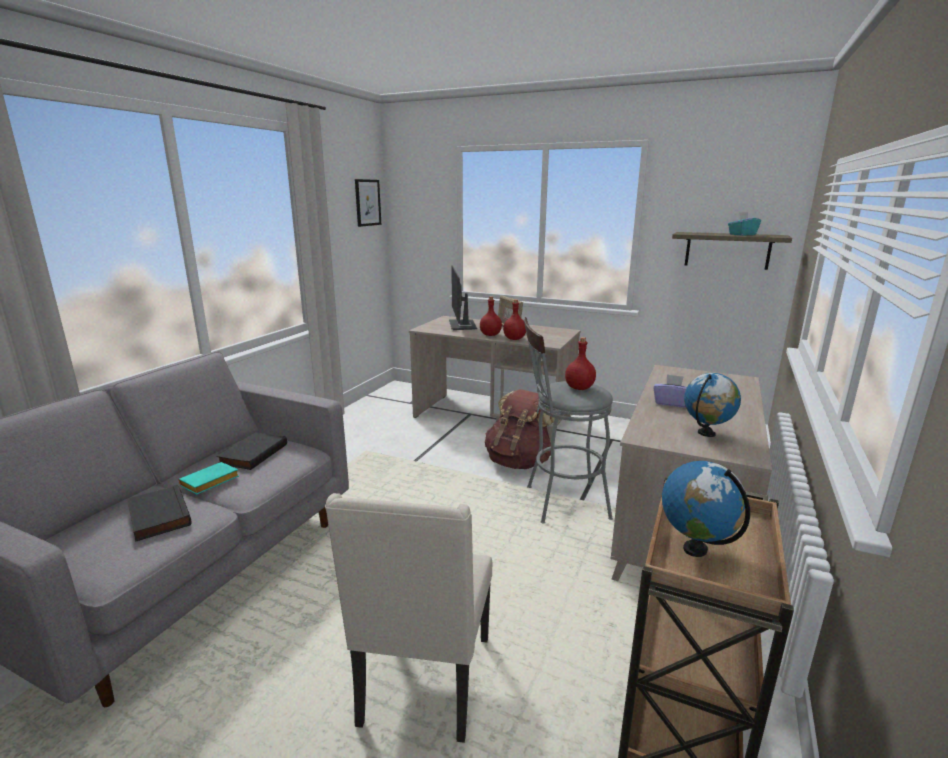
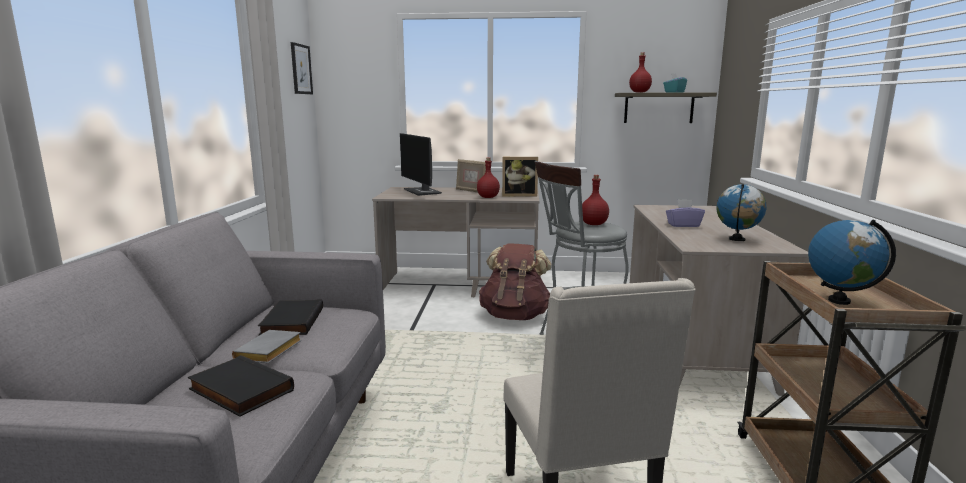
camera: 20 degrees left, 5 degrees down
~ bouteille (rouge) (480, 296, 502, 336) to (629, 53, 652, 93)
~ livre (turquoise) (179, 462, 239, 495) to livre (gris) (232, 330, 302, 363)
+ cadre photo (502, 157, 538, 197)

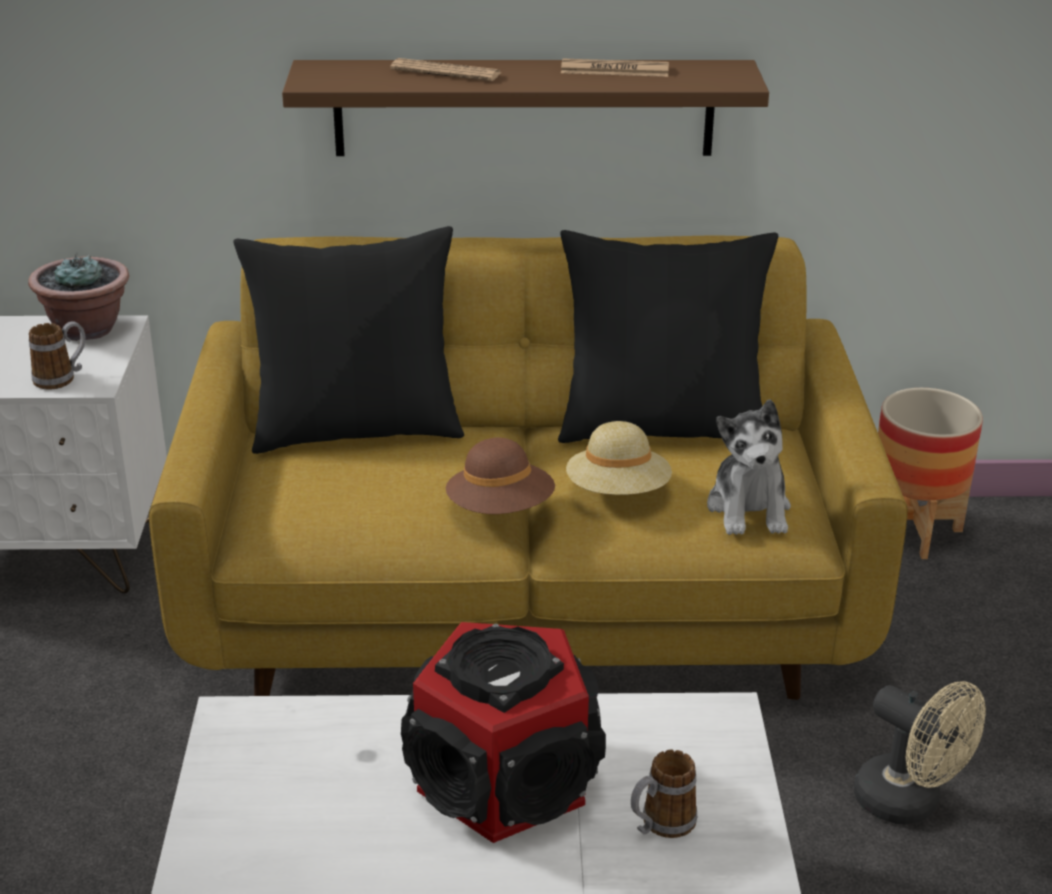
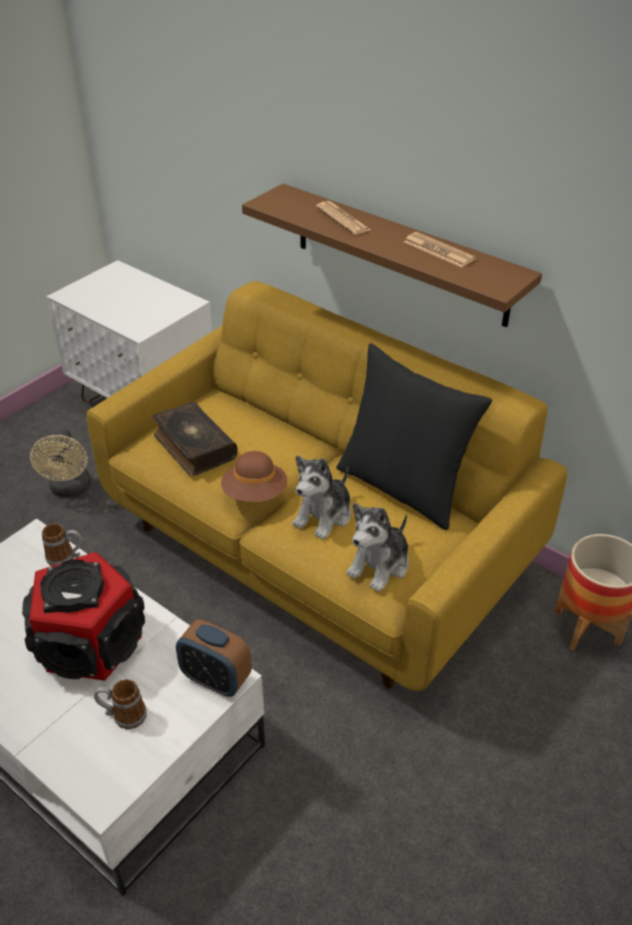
camera: 40 degrees right, 10 degrees up
- coussin (noir) (234, 226, 464, 454)
- plante en pot (28, 253, 129, 341)
~ mug (29, 321, 86, 390) to (42, 523, 82, 566)
~ chapeau (beige) (566, 421, 672, 495) to peluche (292, 456, 351, 540)
~ ventilateur (beige) (854, 681, 986, 824) to (30, 429, 91, 497)
+ livre (153, 402, 238, 477)
+ réveil (176, 619, 252, 697)

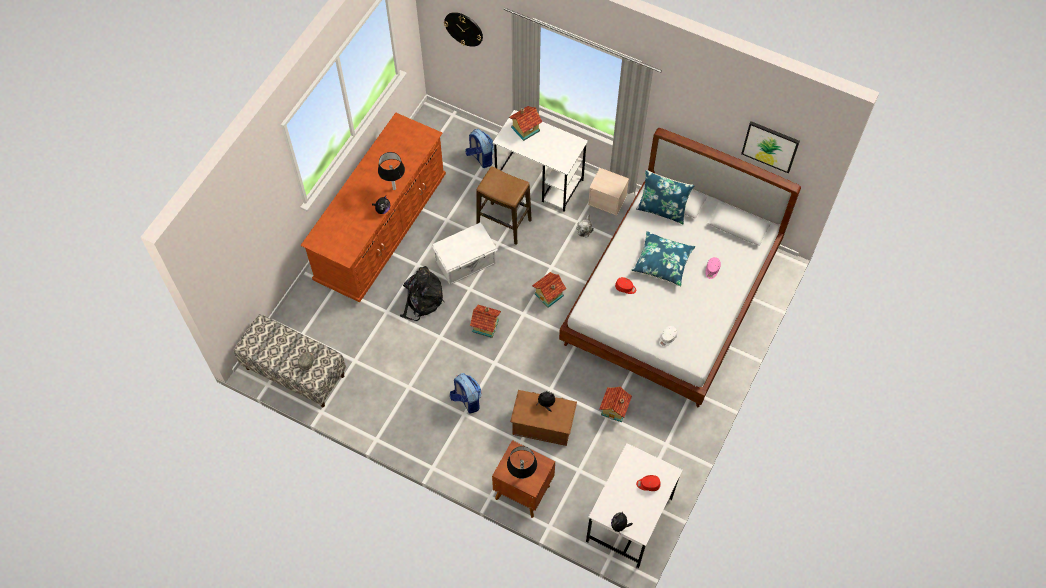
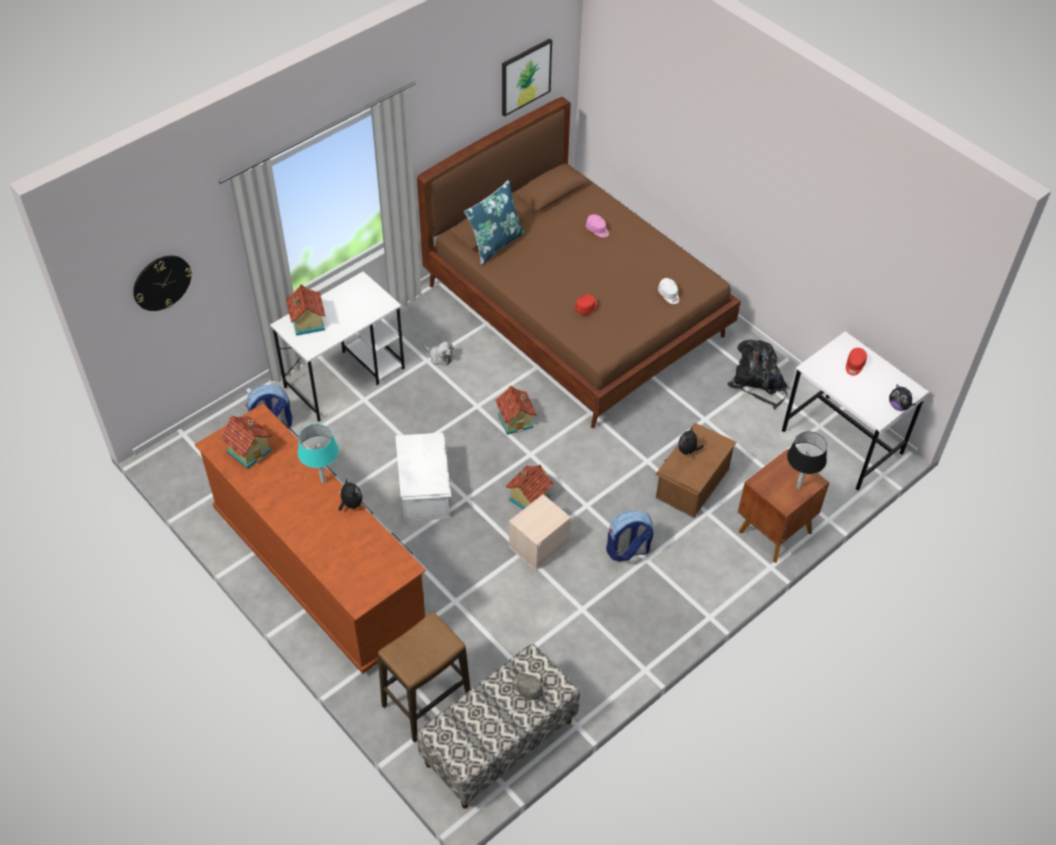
camera: 70 degrees left, 10 degrees down
~ lit (blanc) (559, 128, 801, 407) to lit (marron) (417, 97, 741, 428)
~ lampe de table (noir) (378, 152, 405, 190) to lampe de table (turquoise) (298, 424, 339, 483)
~ tabouret (476, 166, 532, 245) to (378, 612, 471, 743)
~ boîte de rangement (beige) (588, 168, 629, 216) to (509, 494, 571, 571)
- coussin (bleu) (631, 231, 695, 286)
~ sac à dos (noir) (400, 266, 444, 321) to (727, 340, 789, 409)
~ maison miniature (599, 386, 632, 422) to (219, 416, 272, 469)

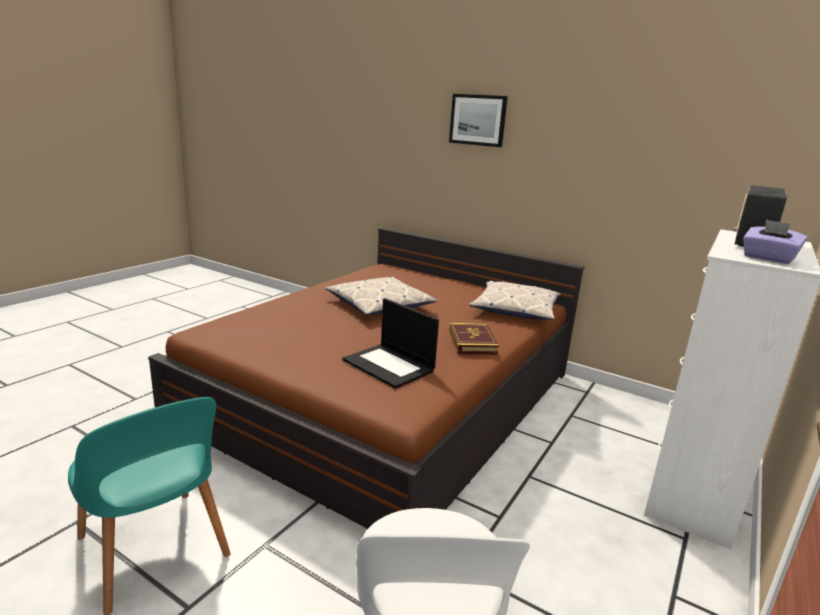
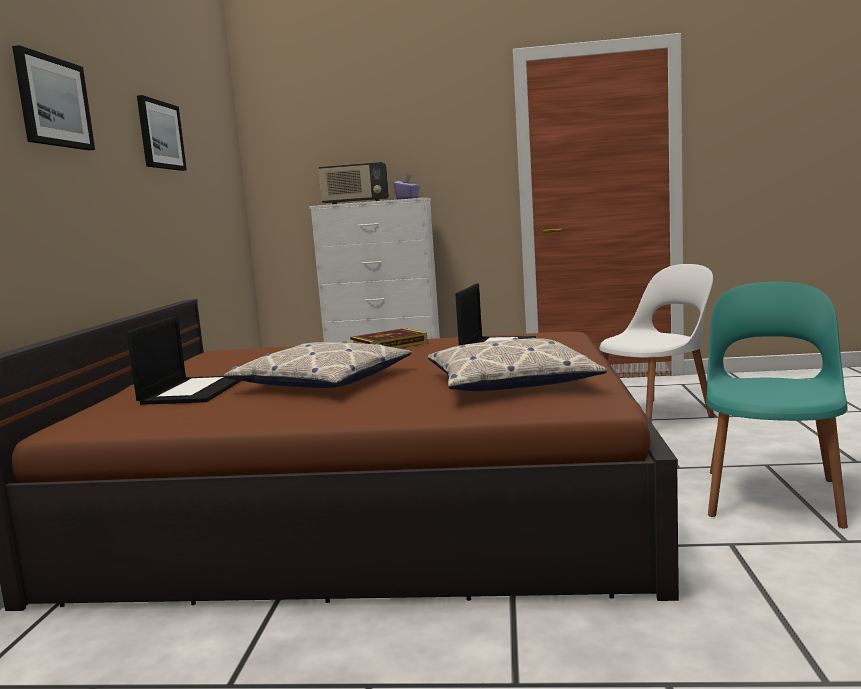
camera: 115 degrees left, 10 degrees down
~ coussin (469, 280, 561, 320) to (428, 337, 607, 391)
+ tableau (137, 95, 187, 171)
+ ordinateur portable (126, 316, 241, 405)

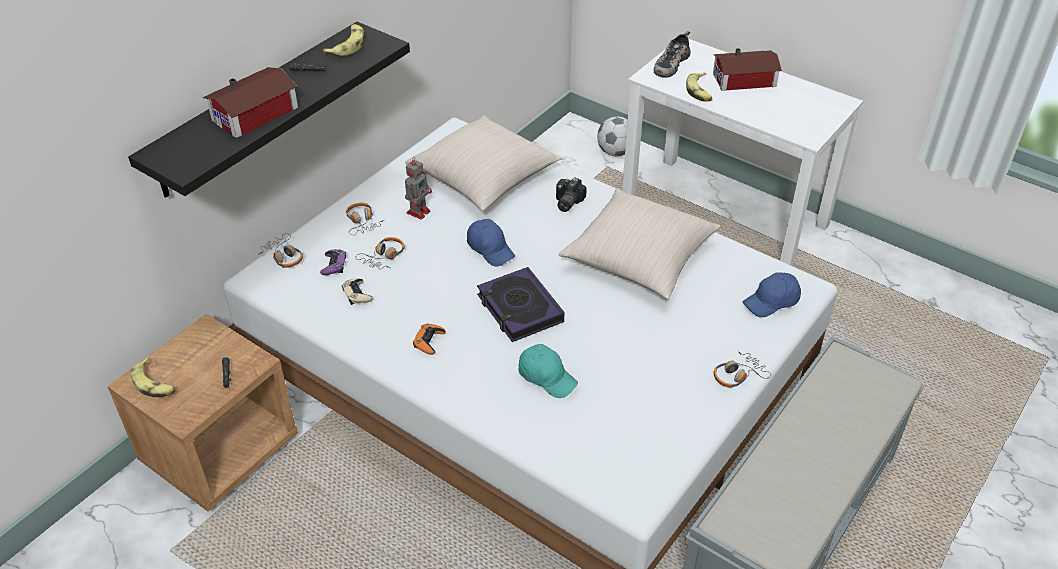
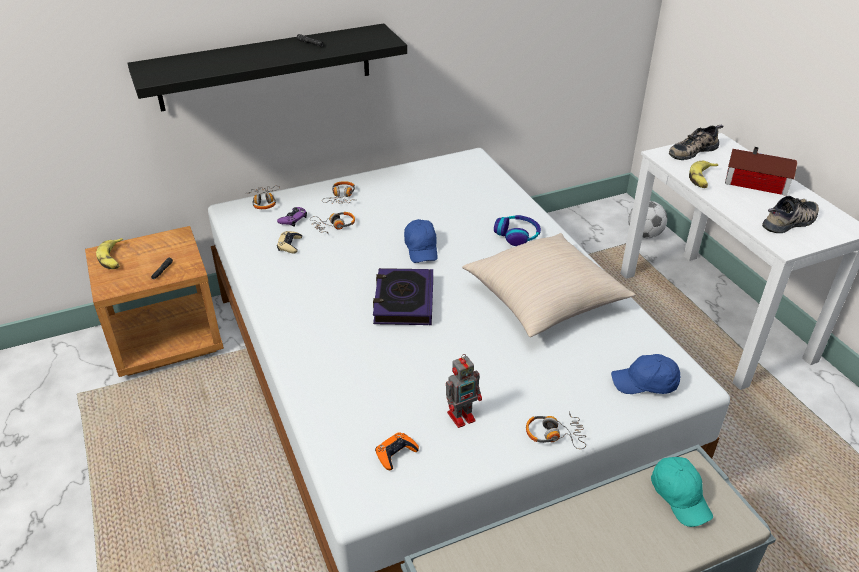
camera: 30 degrees right, 5 degrees down
- banane (323, 24, 364, 56)
- maison miniature (203, 67, 298, 138)
- coussin (beige) (405, 115, 562, 211)
~ robot jouet (405, 157, 432, 220) to (446, 354, 482, 428)
~ appareil photo (556, 177, 587, 212) to casque audio (494, 215, 541, 246)
~ manette (orange) (413, 323, 446, 355) to (375, 433, 419, 470)
~ casquette (turquoise) (518, 344, 578, 398) to (651, 457, 713, 527)
+ chaussure (762, 196, 819, 233)

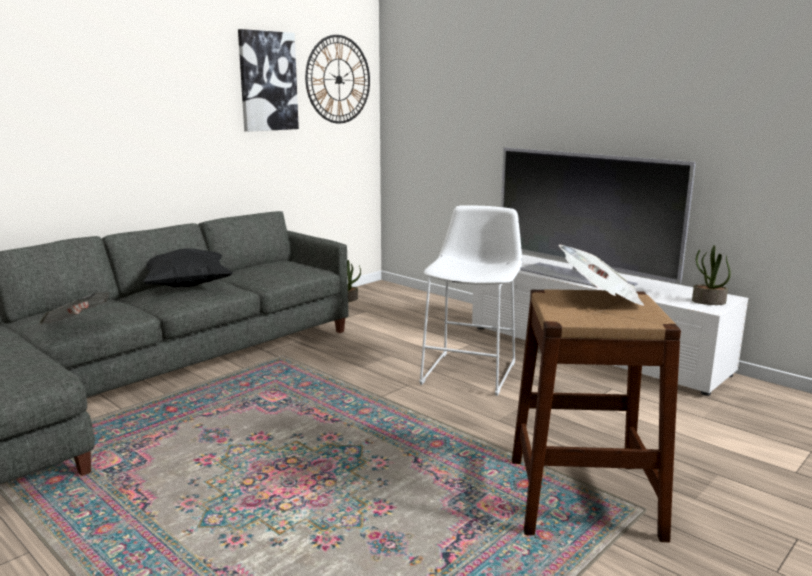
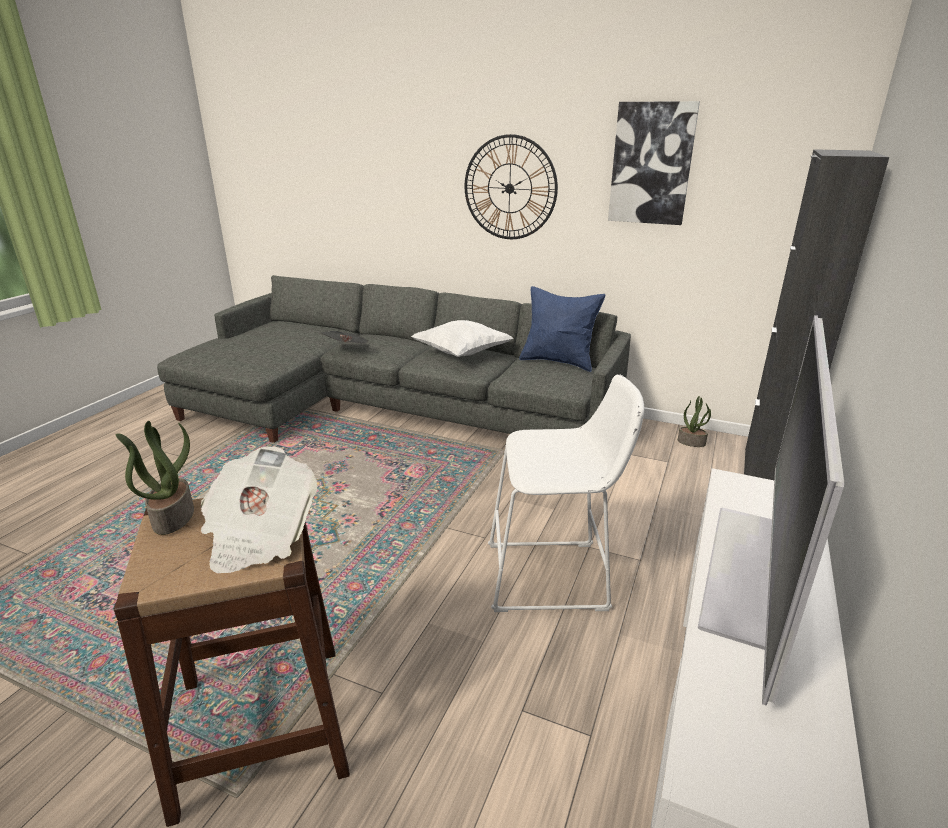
camera: 70 degrees right, 10 degrees up
~ horloge murale (305, 35, 370, 124) to (464, 134, 558, 239)
~ plante en pot (692, 245, 731, 305) to (116, 421, 194, 535)
~ coussin (noir) (143, 249, 232, 287) to coussin (blanc) (411, 320, 513, 357)
+ meuble de rangement (noir) (744, 149, 889, 480)
+ coussin (bleu) (519, 286, 605, 372)

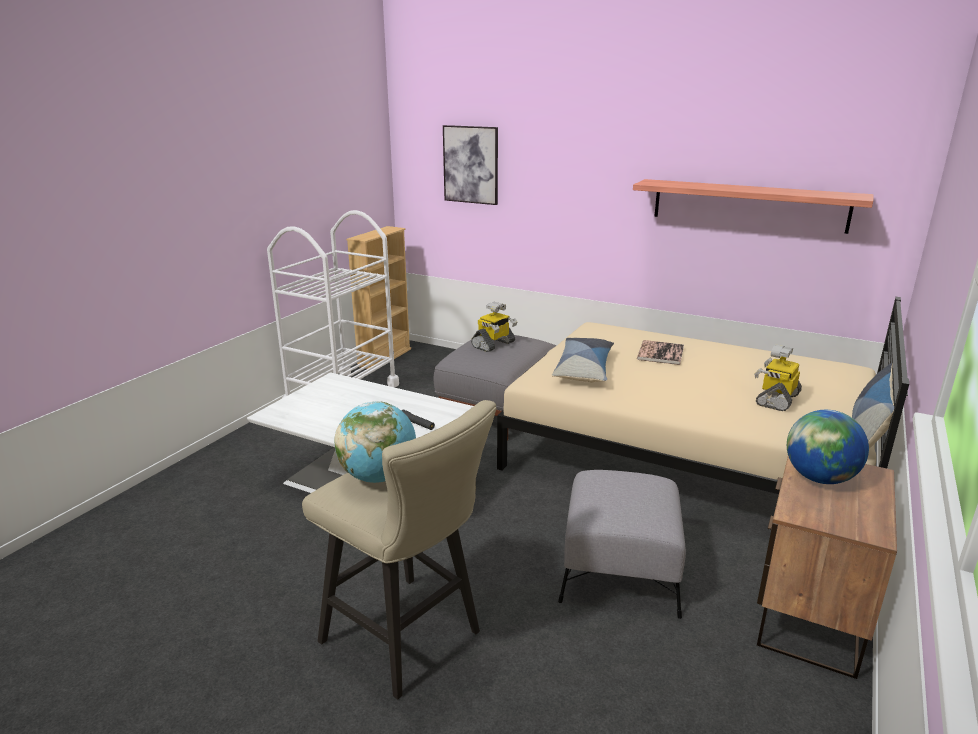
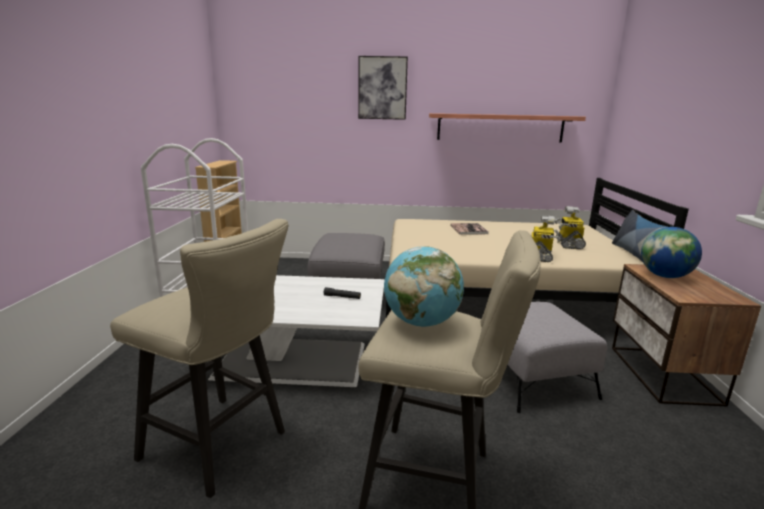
camera: 25 degrees left, 5 degrees down
~ tableau (443, 125, 498, 205) to (358, 56, 408, 120)
~ robot jouet (471, 302, 518, 352) to (532, 216, 560, 262)
- coussin (552, 338, 614, 383)
+ tabouret (beige) (110, 219, 289, 498)

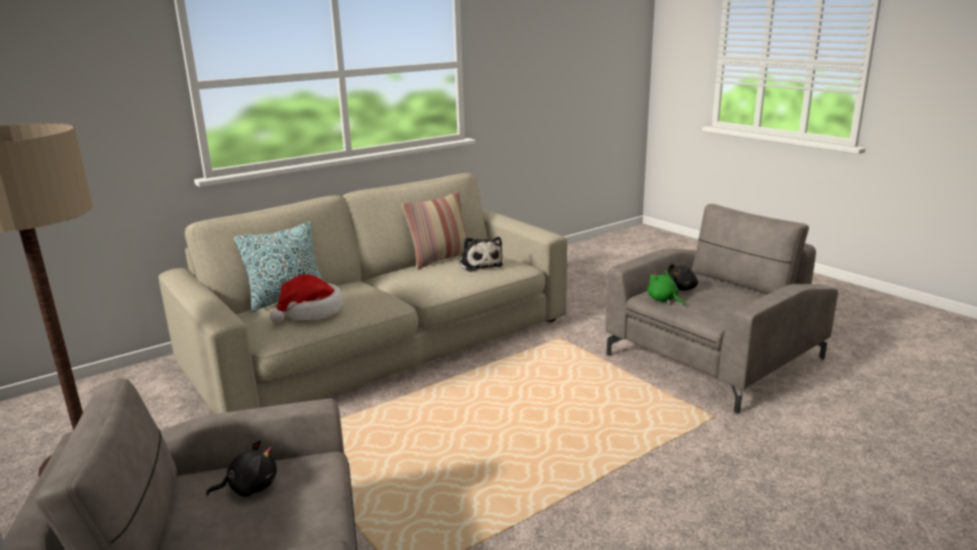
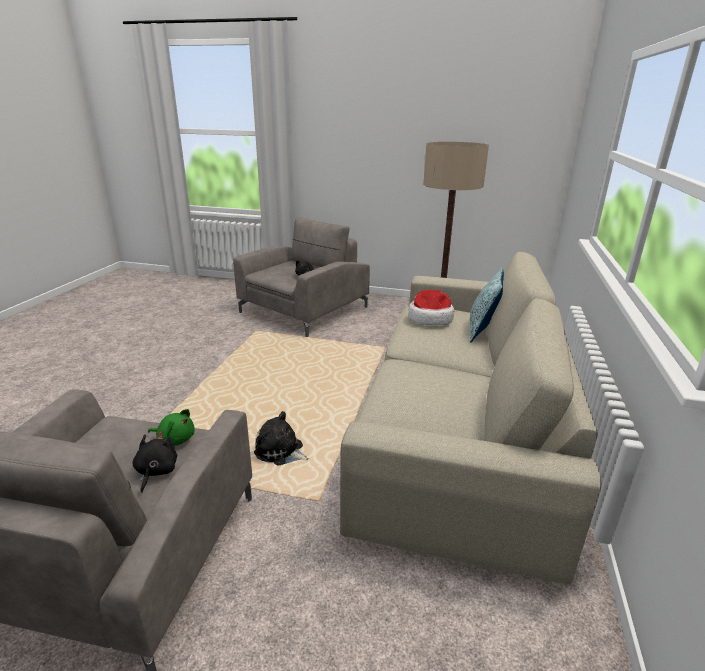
camera: 140 degrees right, 5 degrees up
- coussin (402, 192, 468, 269)
~ peluche (459, 237, 503, 272) to (254, 411, 309, 465)

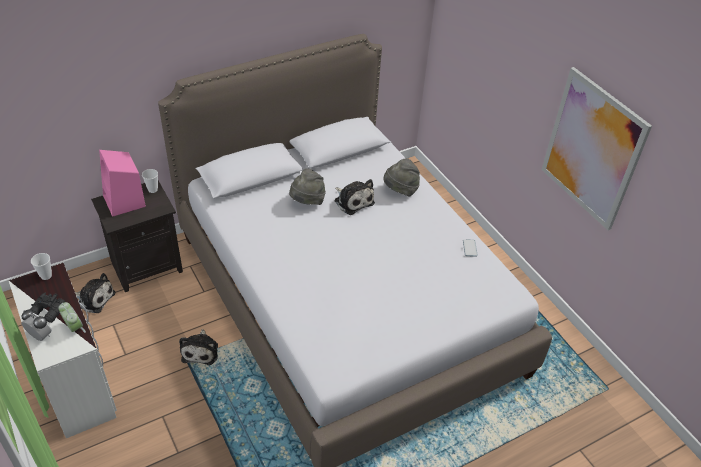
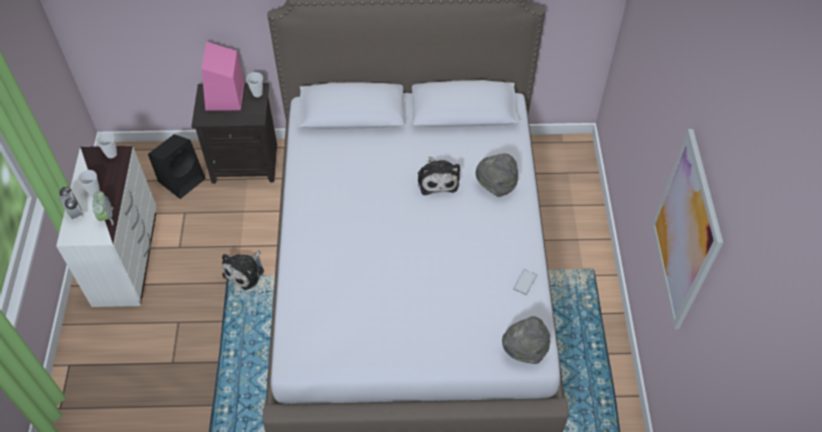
camera: 30 degrees right, 10 degrees up
~ chapeau (gris) (289, 168, 326, 205) to (502, 316, 550, 364)
~ peluche (75, 273, 115, 313) to enceinte (noir) (148, 134, 206, 199)
~ jumelles (noir) (31, 292, 65, 323) to tasse (78, 170, 100, 196)

